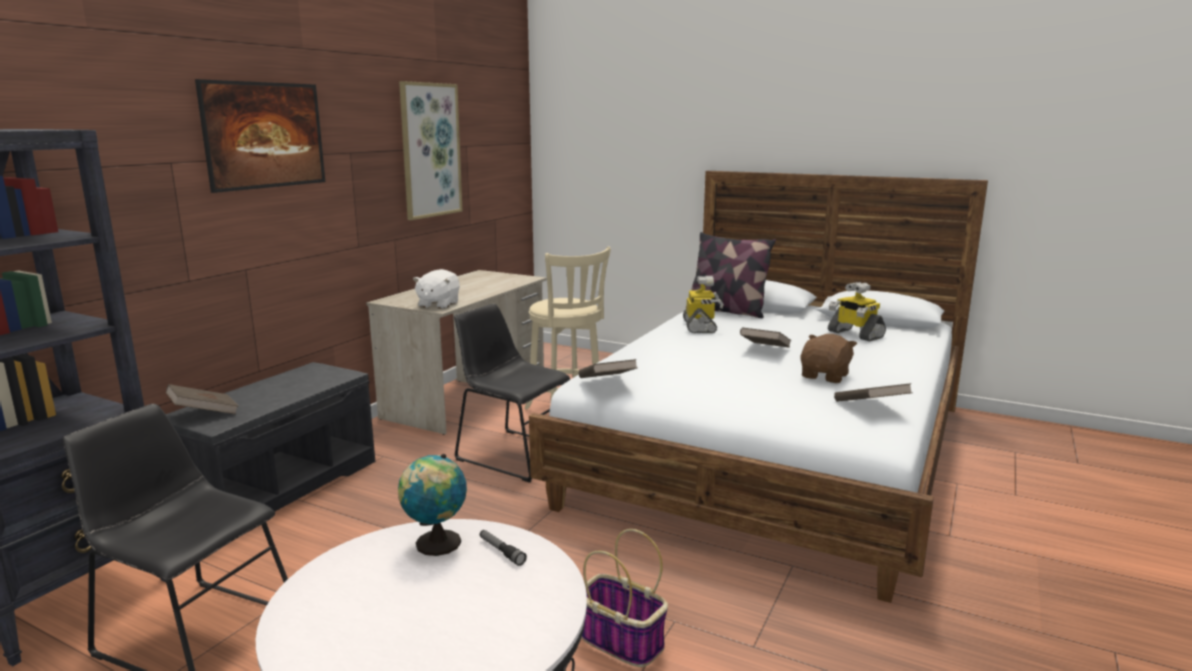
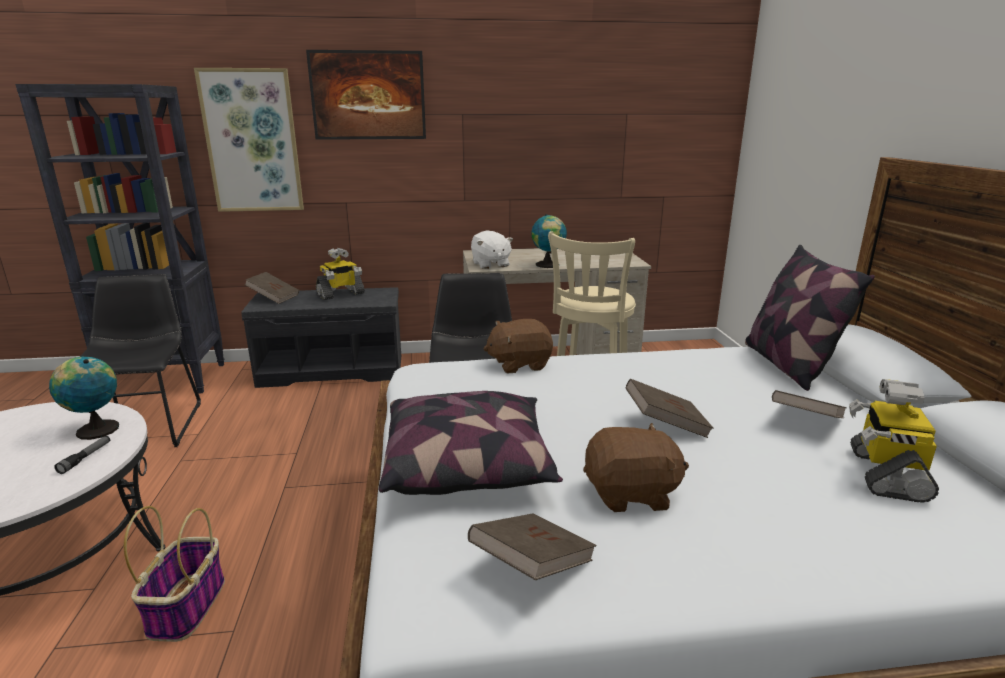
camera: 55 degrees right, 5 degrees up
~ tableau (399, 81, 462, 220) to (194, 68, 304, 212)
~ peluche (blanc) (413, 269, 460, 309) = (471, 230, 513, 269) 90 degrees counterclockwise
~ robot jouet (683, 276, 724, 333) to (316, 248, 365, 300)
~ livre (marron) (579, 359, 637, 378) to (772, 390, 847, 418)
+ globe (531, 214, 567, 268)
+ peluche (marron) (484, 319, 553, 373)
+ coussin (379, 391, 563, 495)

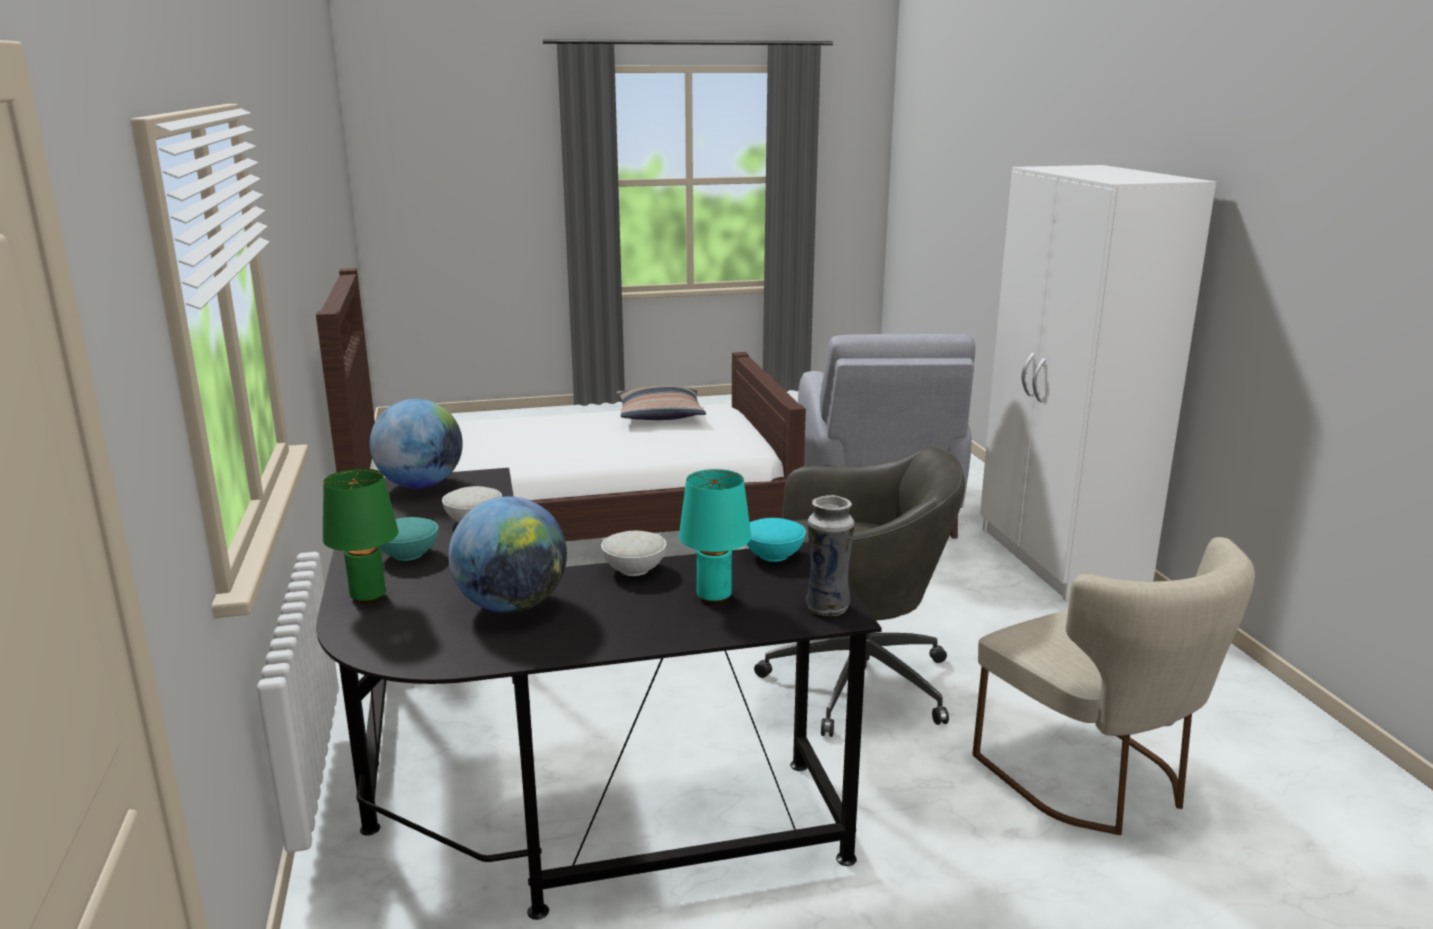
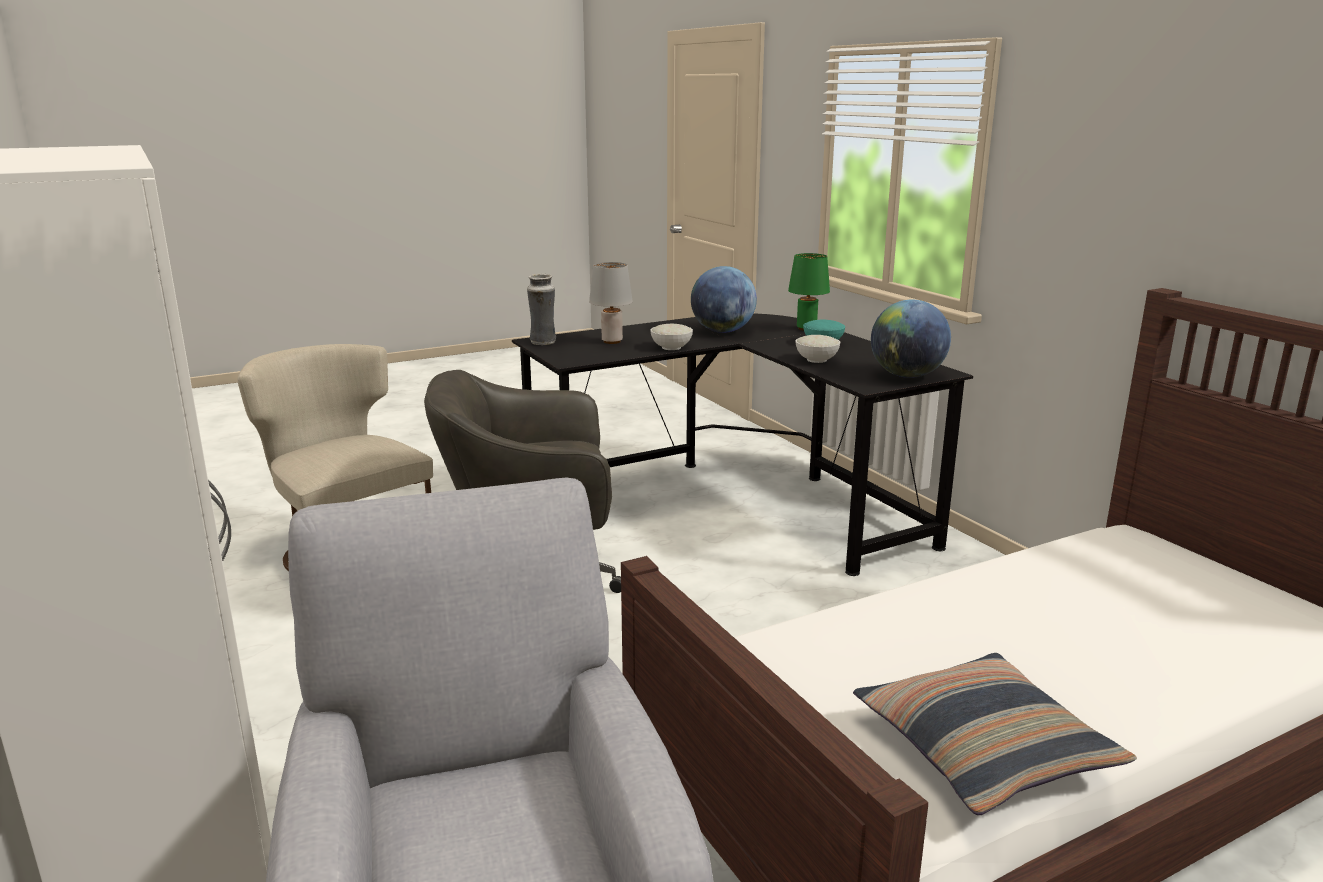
camera: 165 degrees right, 0 degrees up
~ lampe de table (turquoise) (679, 469, 751, 604) to lampe de table (gris) (589, 262, 633, 344)
- bol (turquoise) (746, 518, 806, 562)

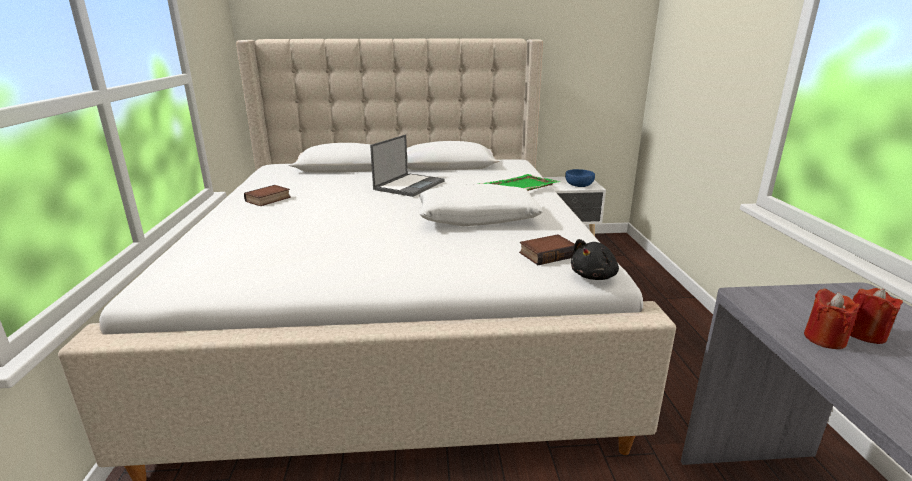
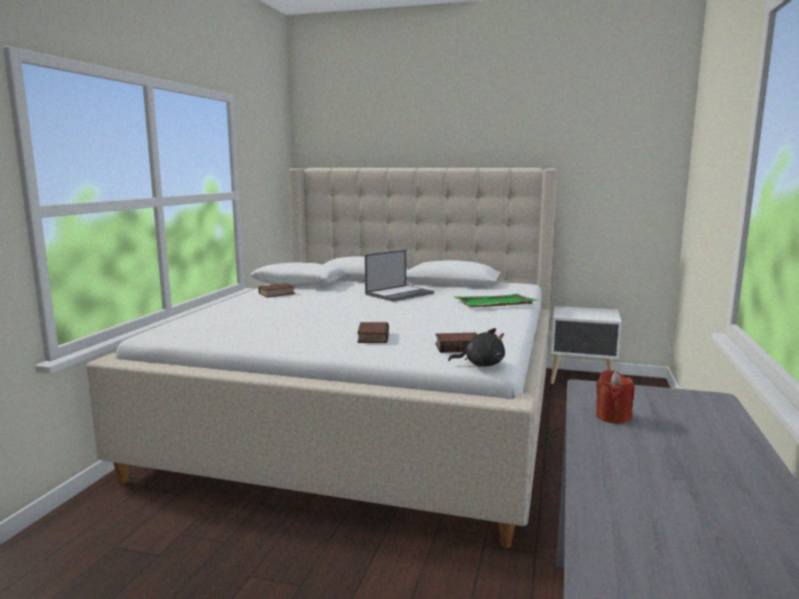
camera: 20 degrees right, 10 degrees down
- bol (bleu) (565, 169, 595, 187)
~ coussin (blanc) (419, 184, 543, 226) to (250, 262, 345, 286)
~ peluche (noir) (571, 239, 619, 280) = (448, 328, 505, 367) 150 degrees counterclockwise
- bougie (rouge) (850, 288, 903, 344)
+ livre (357, 322, 389, 343)

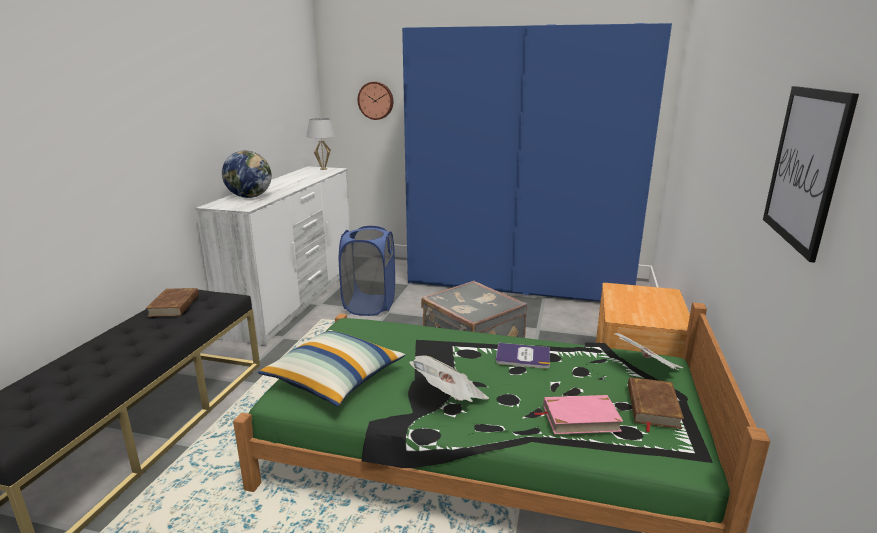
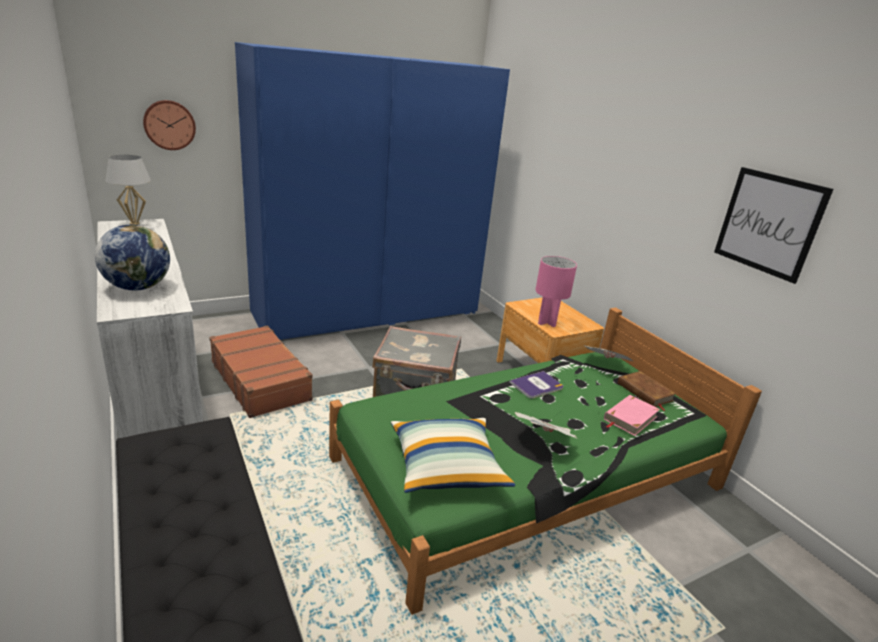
camera: 45 degrees left, 5 degrees up
~ panier à linge (bleu) (339, 226, 395, 316) to valise (marron) (209, 325, 313, 418)
- livre (marron) (145, 288, 199, 317)
+ lampe de table (rose) (535, 256, 577, 327)

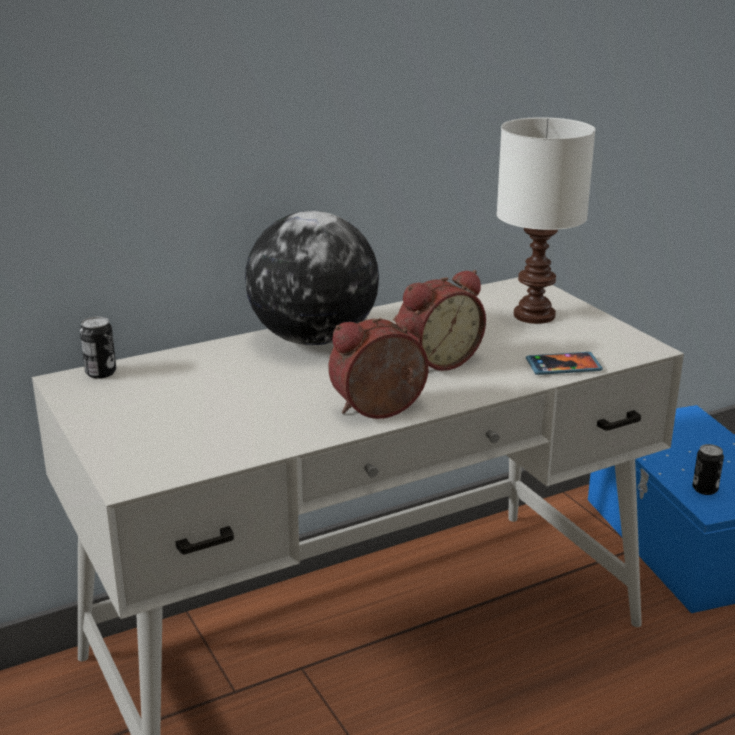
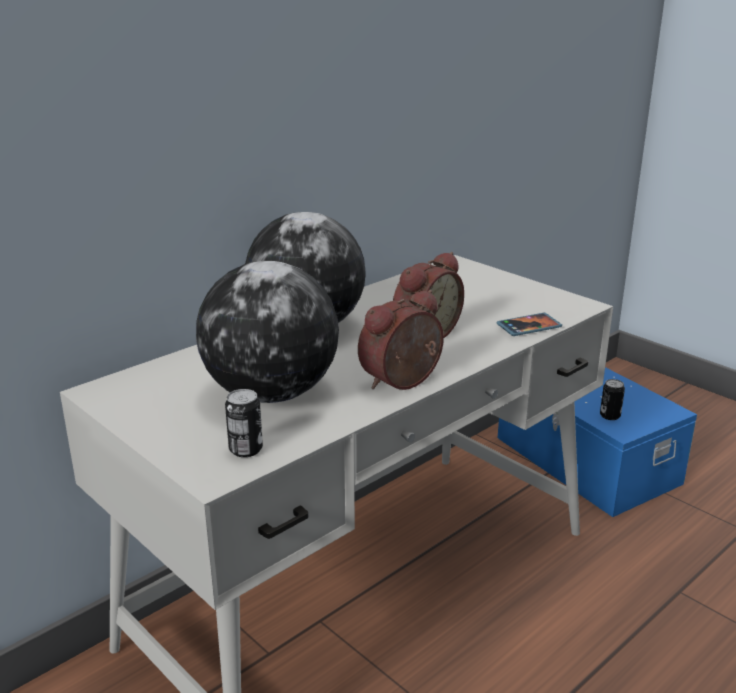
camera: 15 degrees left, 0 degrees up
- lampe de table (blanc) (497, 117, 595, 324)
~ boîte métallique (80, 317, 116, 379) to (225, 389, 263, 457)
+ globe (196, 261, 339, 403)

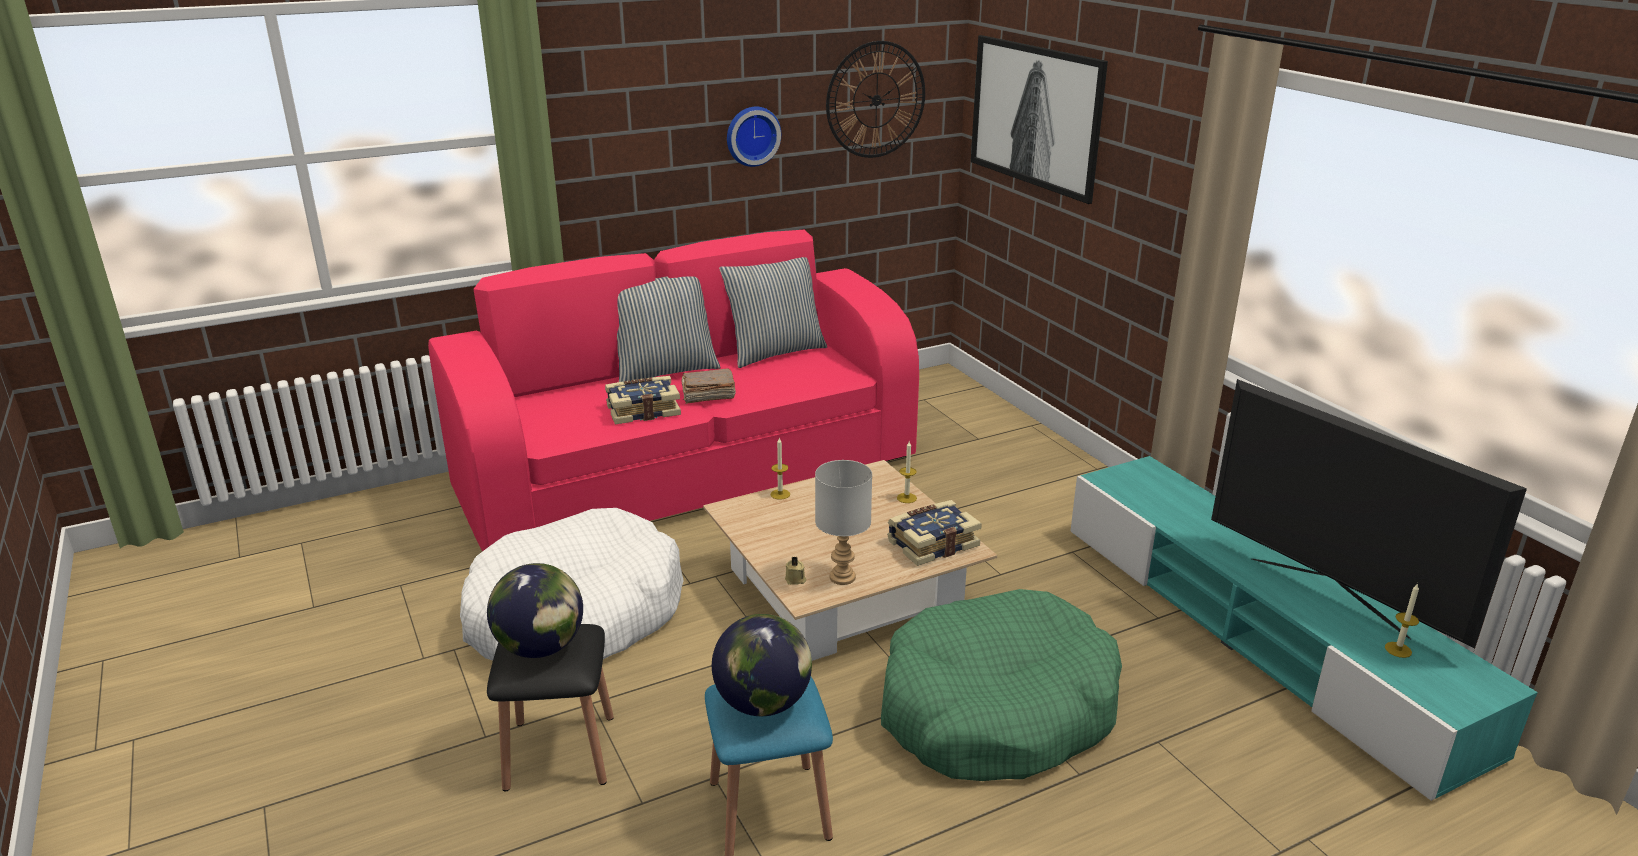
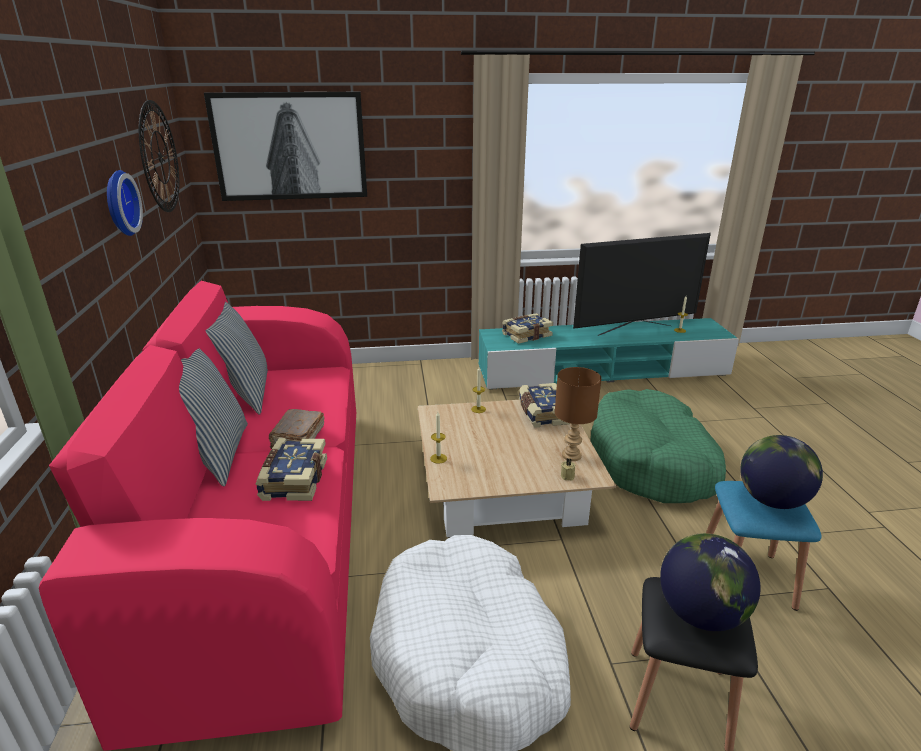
camera: 70 degrees left, 0 degrees up
~ lampe de table (gris) (815, 460, 872, 585) to lampe de table (marron) (555, 367, 602, 461)
+ livre (502, 313, 553, 344)

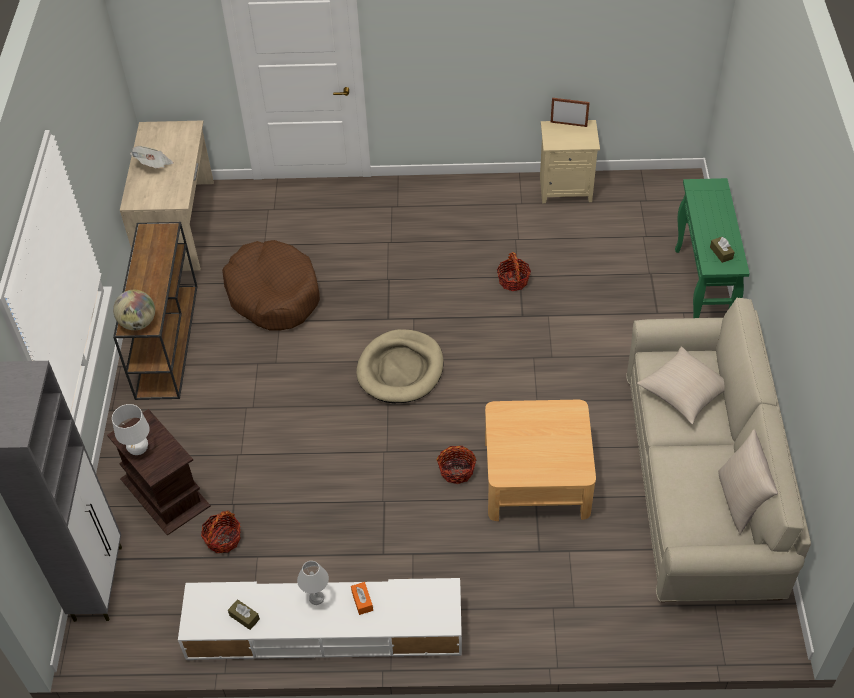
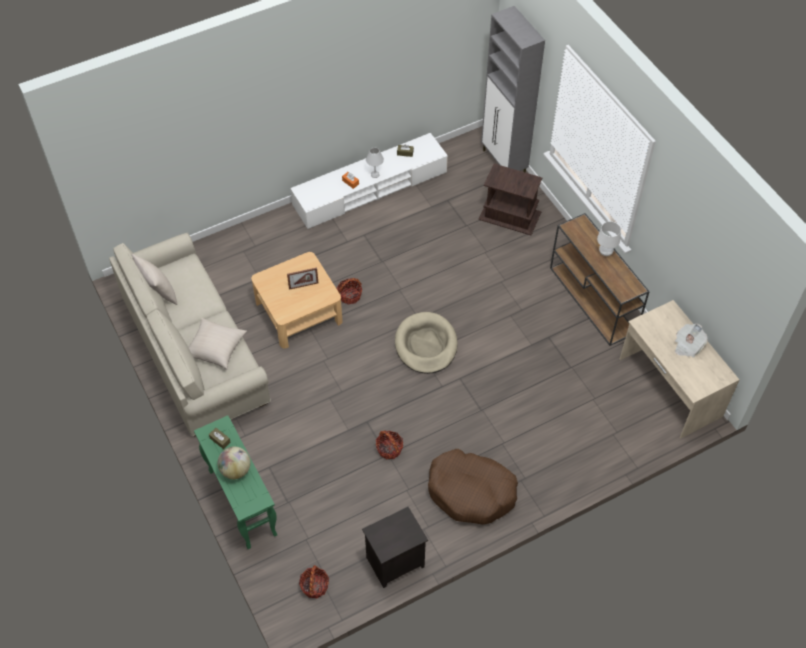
camera: 150 degrees right, 5 degrees up
~ cadre photo (550, 98, 590, 127) to (287, 267, 318, 290)
~ table de chevet (beige) (540, 120, 600, 203) to table de chevet (noir) (362, 507, 428, 588)
~ panier pour chien (marron) (222, 240, 320, 330) to (428, 449, 518, 525)
~ globe (113, 290, 155, 330) to (218, 447, 250, 479)
~ lampe de table (blanc) (112, 404, 149, 455) to (597, 221, 621, 256)
~ panier (201, 510, 241, 553) to (299, 565, 329, 598)

